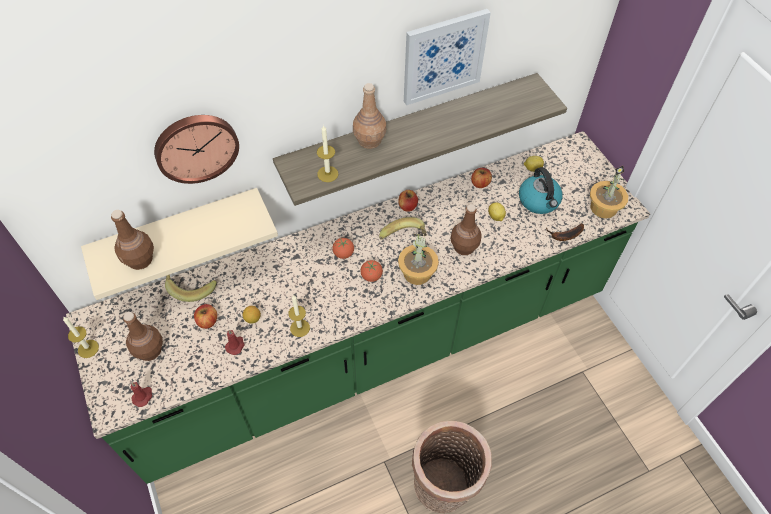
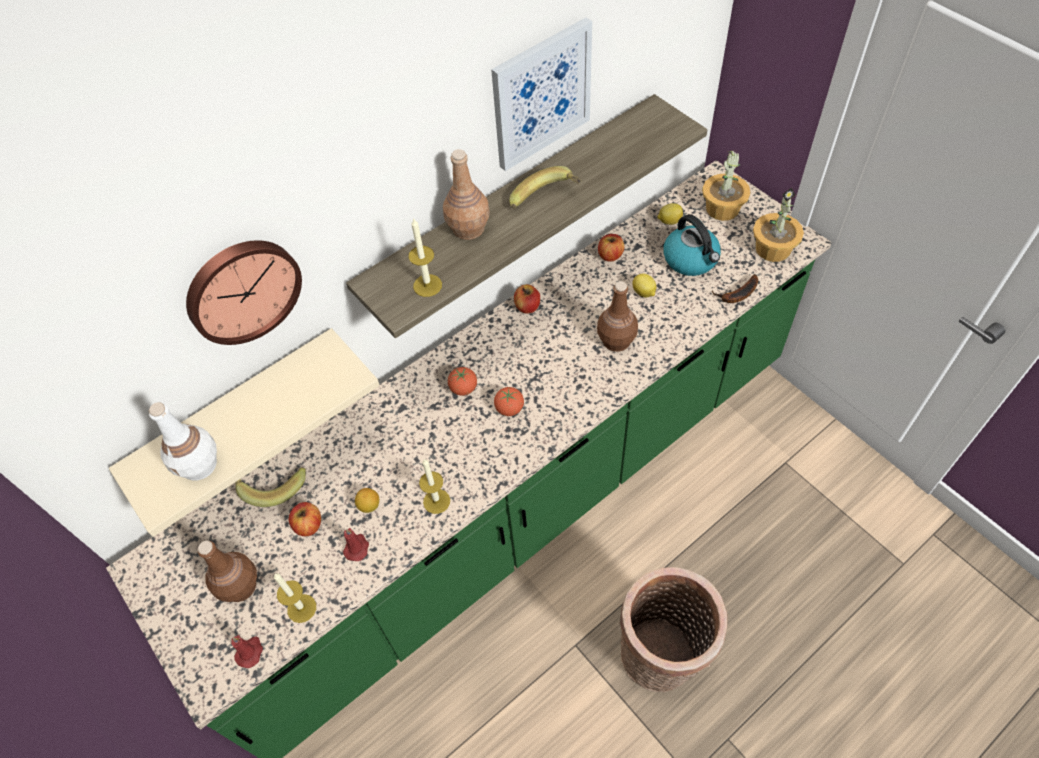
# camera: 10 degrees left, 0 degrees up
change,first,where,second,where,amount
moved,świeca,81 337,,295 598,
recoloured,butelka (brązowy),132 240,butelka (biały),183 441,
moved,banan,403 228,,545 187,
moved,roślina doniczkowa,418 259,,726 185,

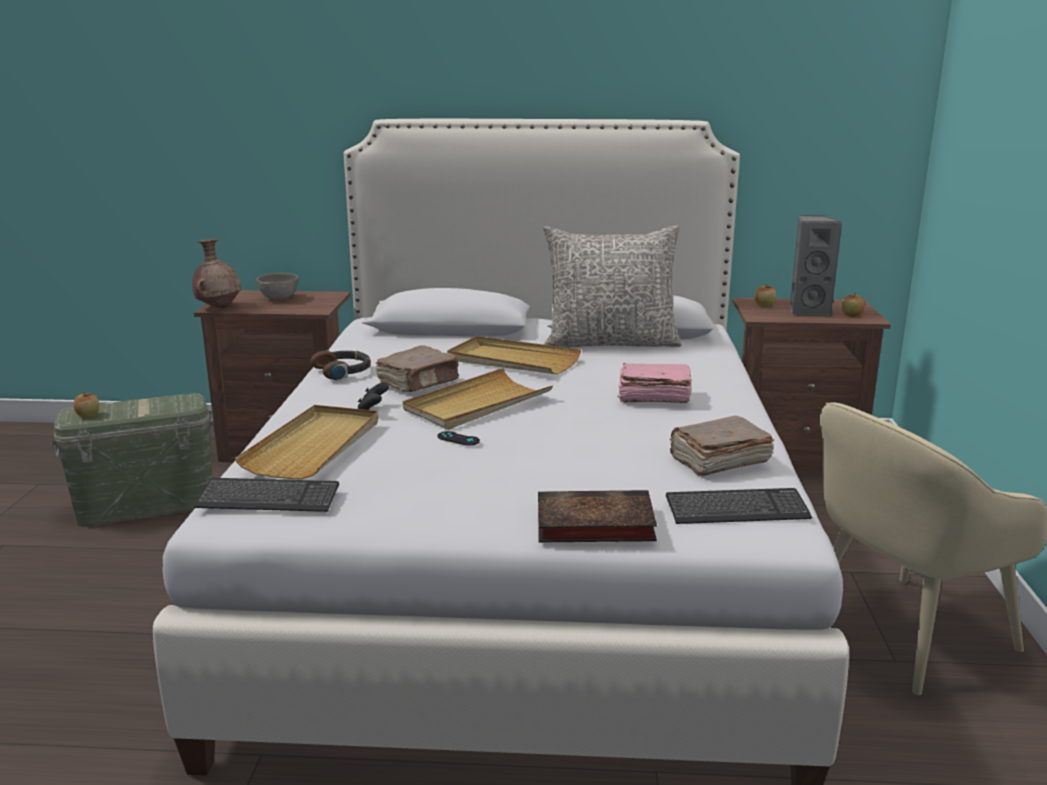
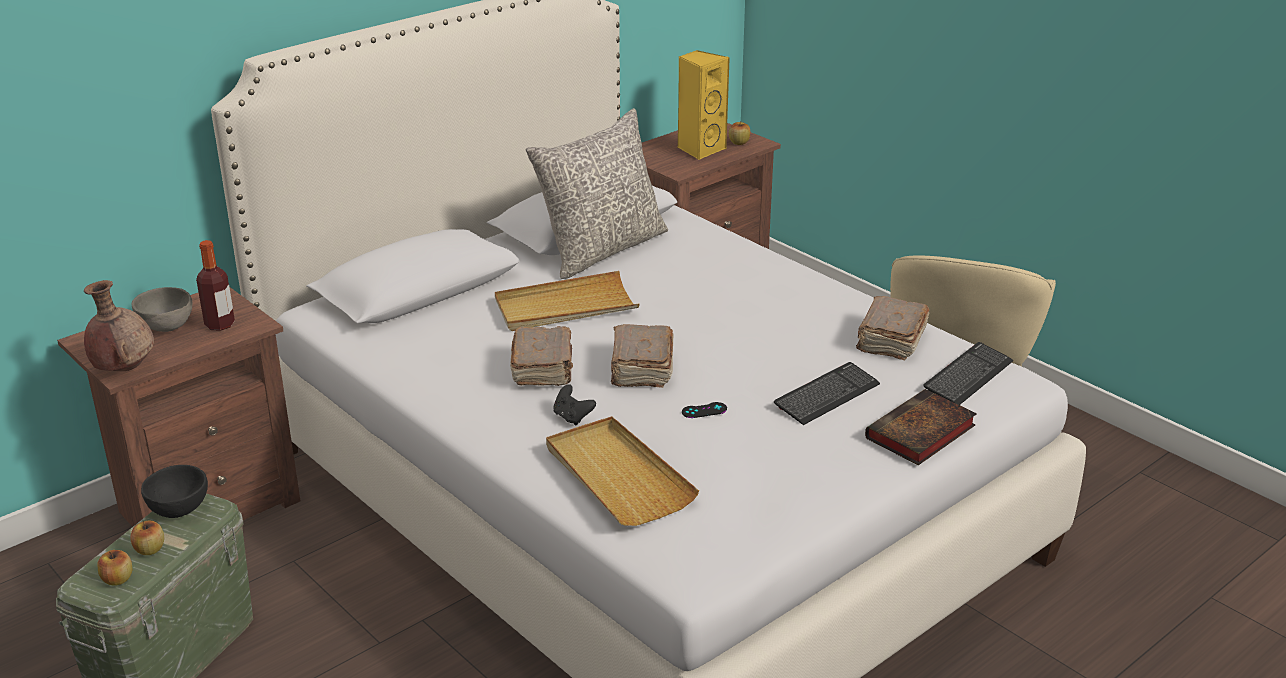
# camera: 45 degrees left, 10 degrees up
change,first,where,second,where,amount
moved,klawiatura,266 495,,827 393,
removed,słuchawki,340 365,,,
replaced,taca (beżowy),478 399,książka (brązowy),642 356,
removed,książka (różowy),654 383,,,
moved,jabłko,765 295,,147 538,
recoloured,głośnik (szary),816 265,głośnik (żółty),704 105,
added,,,miska (czarny),174 491,
added,,,butelka,215 285,

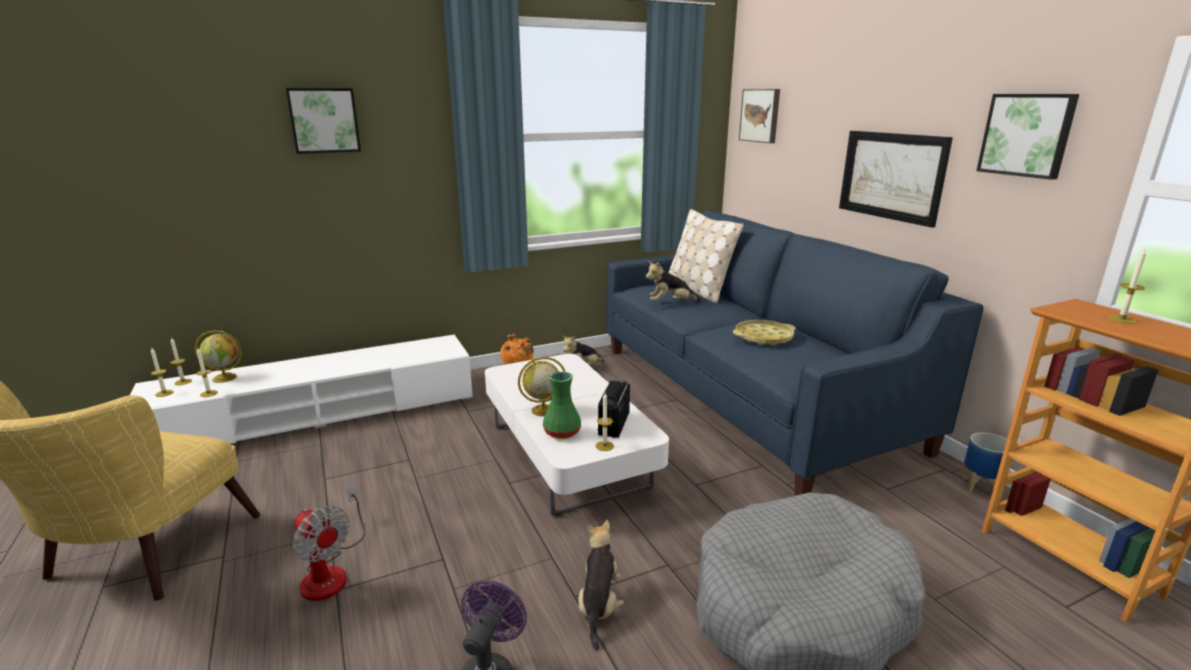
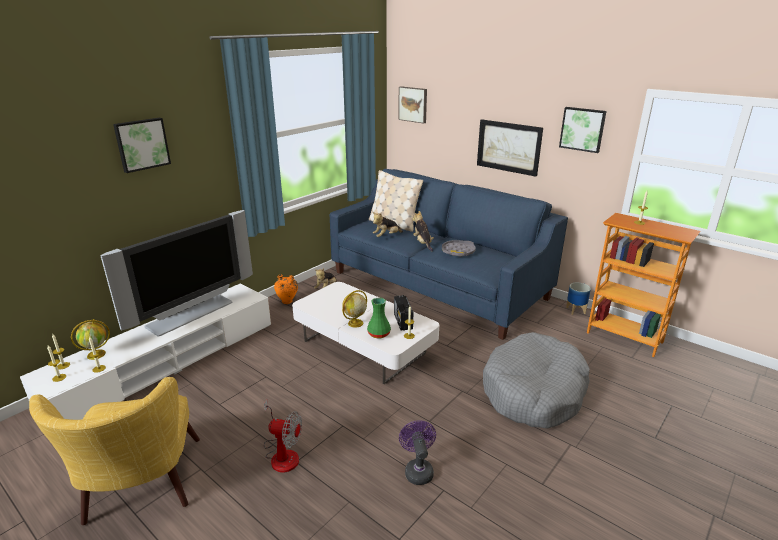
# camera: 25 degrees left, 5 degrees up
change,first,where,second,where,amount
moved,pluszak,601 585,,423 231,
recoloured,taca (żółty),764 332,taca (szary),459 248,
added,,,telewizor,176 273,

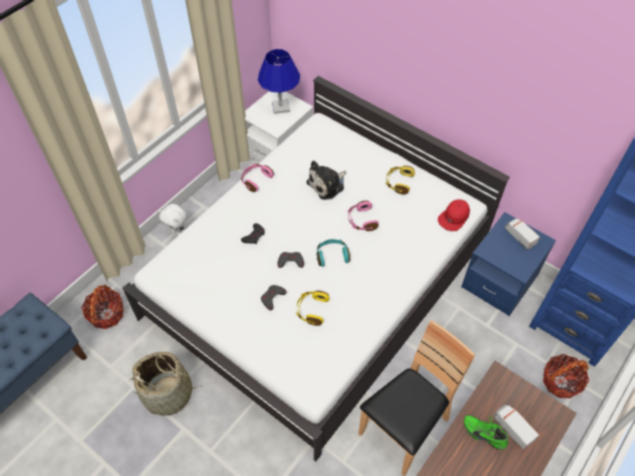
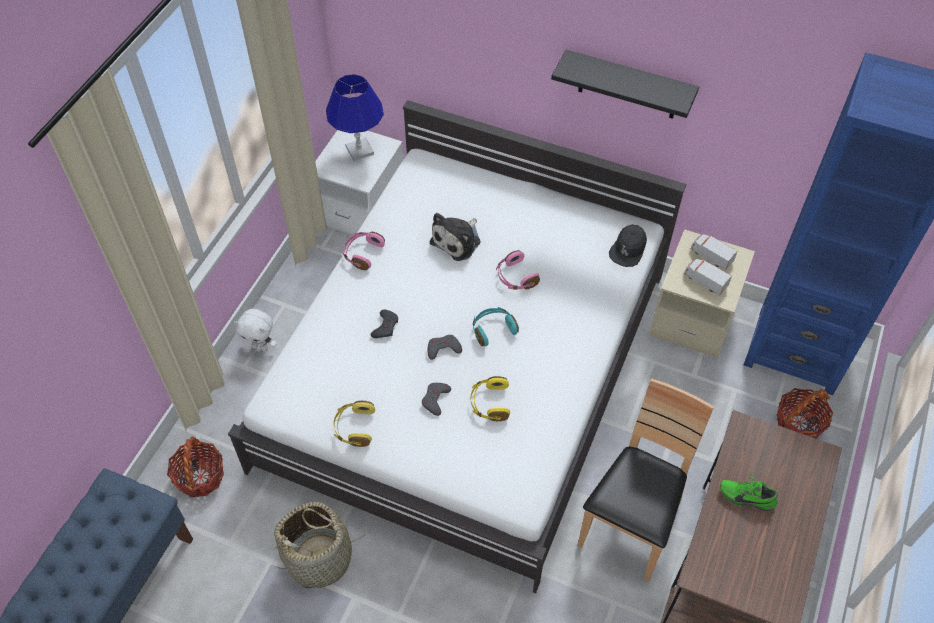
# camera: 15 degrees left, 0 degrees up
change,first,where,second,where,amount
moved,słuchawki (żółty),400 180,,354 424,
recoloured,czapka z daszkiem (czerwony),454 215,czapka z daszkiem (czarny),628 246,
recoloured,szafka nocna (niebieski),508 264,szafka nocna (beżowy),702 293,
moved,ciężarówka zabawkowa,516 427,,708 277,
added,,,półka (czarny),625 84,

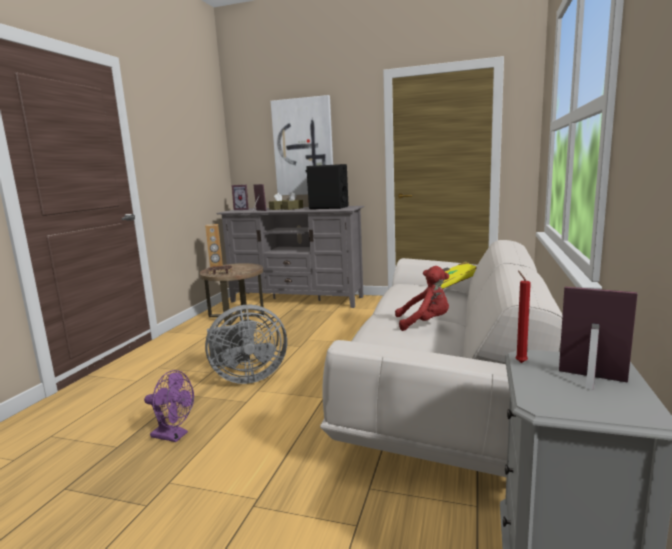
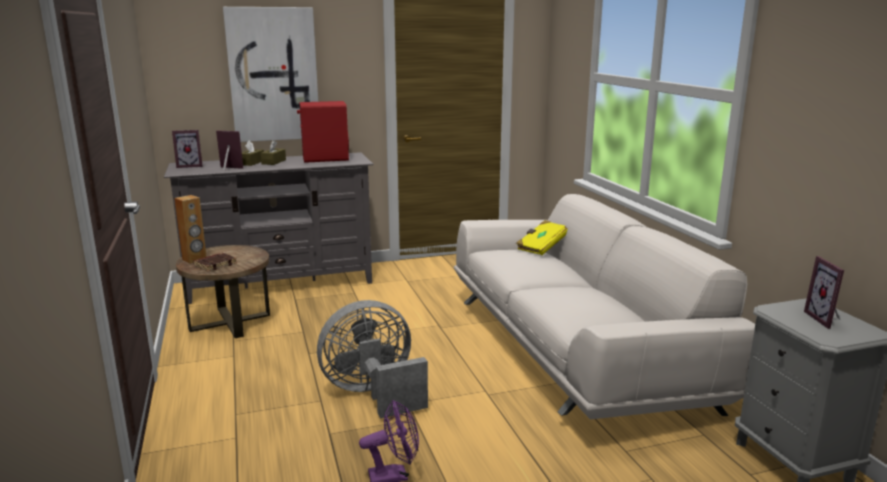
# camera: 35 degrees left, 5 degrees up
change,first,where,second,where,amount
turned,wentylator (szary),246 344,,372 359,150 degrees counterclockwise
recoloured,głośnik (czarny),326 186,głośnik (czerwony),323 132,
removed,pluszak (czerwony),422 298,,,
removed,świeca (czerwony),523 316,,,
turned,ramka na zdjęcie,598 338,,824 292,90 degrees counterclockwise

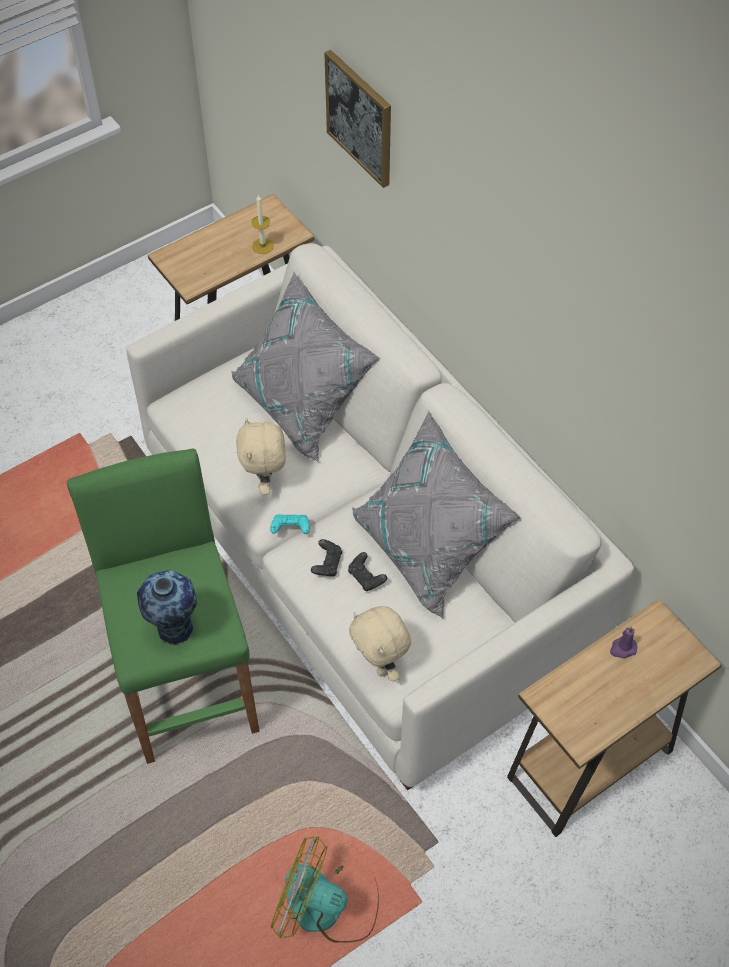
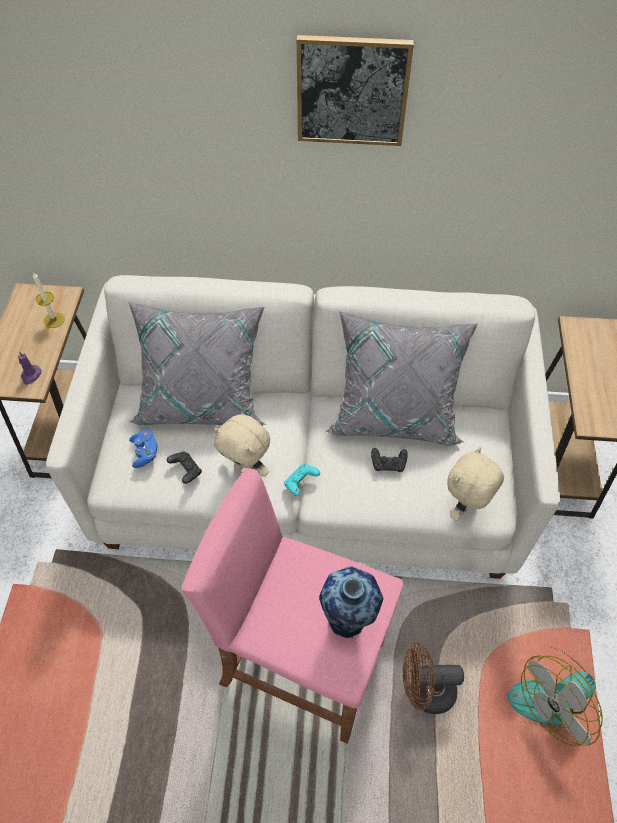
# camera: 50 degrees left, 0 degrees up
change,first,where,second,where,amount
recoloured,stołek (zielony),163 606,stołek (różowy),292 606,
moved,pad do gier (czarny),326 557,,184 467,
moved,obraz,357 119,,355 90,
turned,pluszak (beżowy),380 644,,475 484,120 degrees clockwise
moved,świeca (fioletowy),623 642,,30 368,
added,,,pad do gier (niebieski),143 449,
added,,,wentylator (brązowy),433 678,

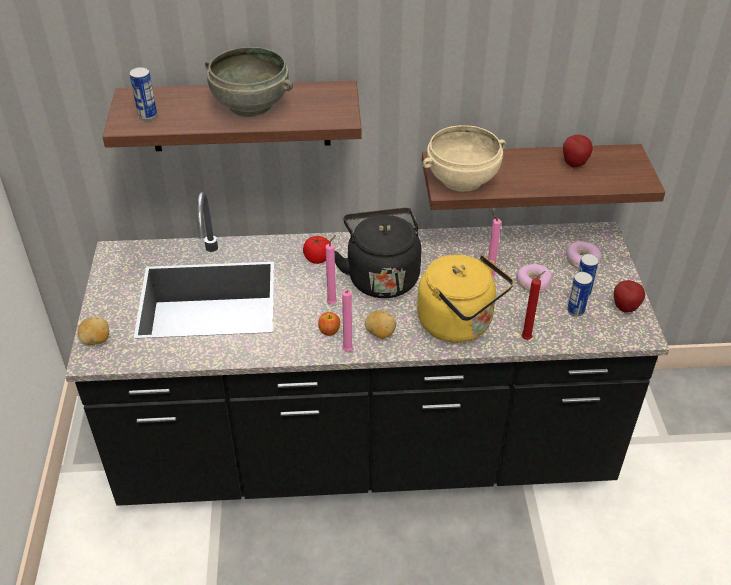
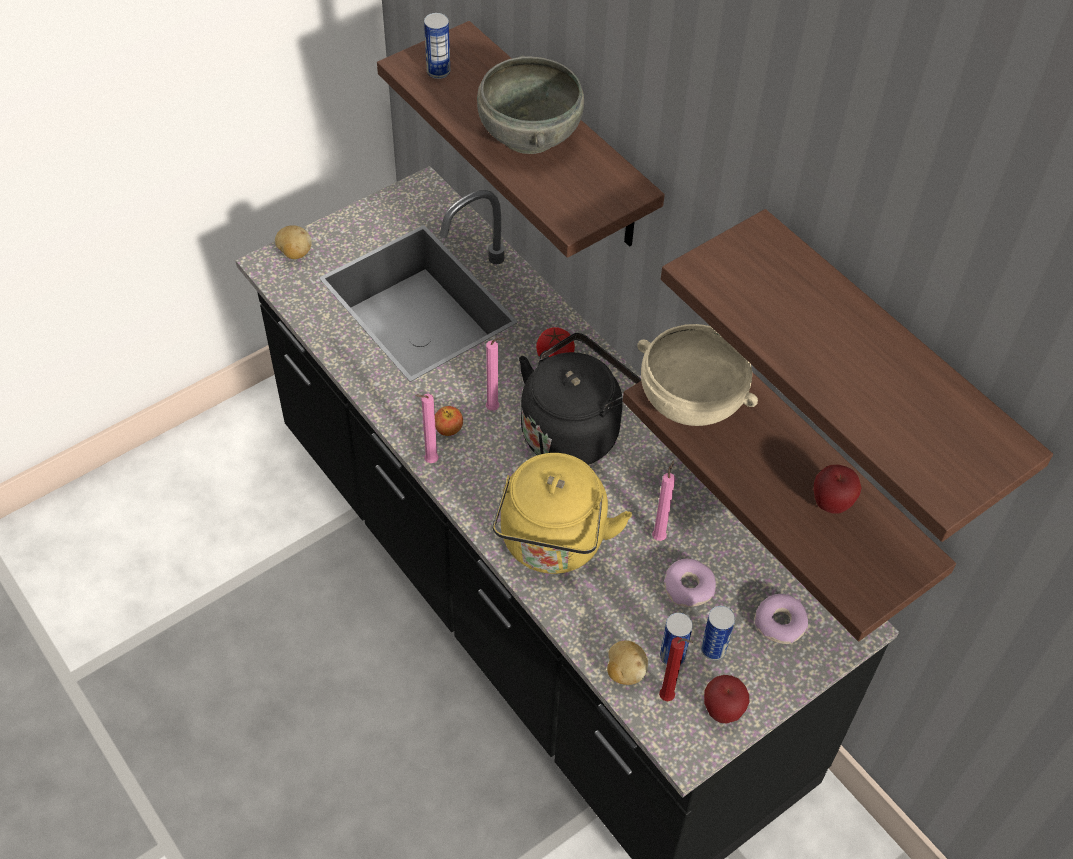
# camera: 55 degrees right, 10 degrees up
change,first,where,second,where,amount
moved,ziemniak,380 324,,627 663,
moved,świeca (czerwony),533 305,,676 669,
added,,,półka,857 375,

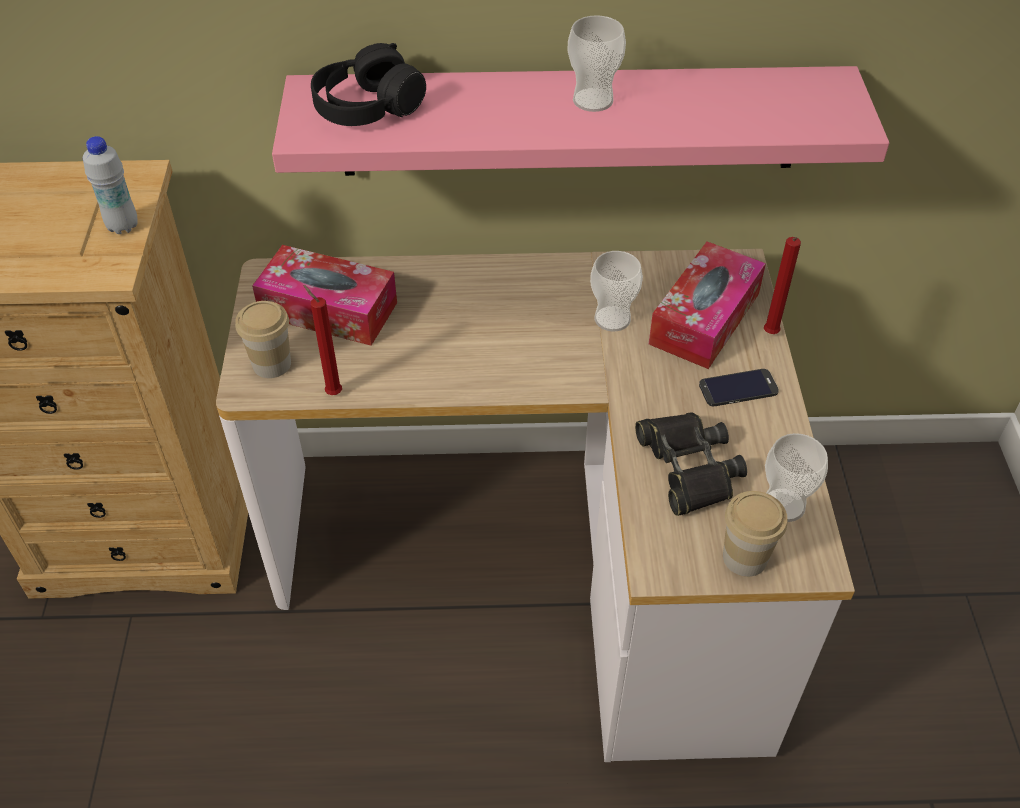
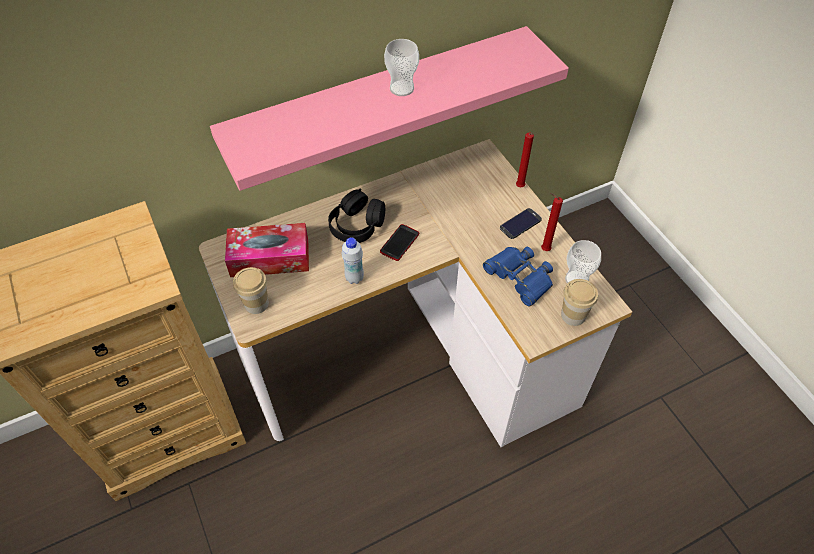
# camera: 25 degrees left, 5 degrees up
change,first,where,second,where,amount
moved,butelka (biały),110 185,,353 260,
moved,świeca (czerwony),322 340,,552 222,
moved,słuchawki (czarny),368 84,,356 216,
removed,filiżanka,616 291,,,
recoloured,lornetka (czarny),691 464,lornetka (niebieski),518 277,
removed,pudełko chusteczek,707 305,,,
added,,,telefon,399 242,

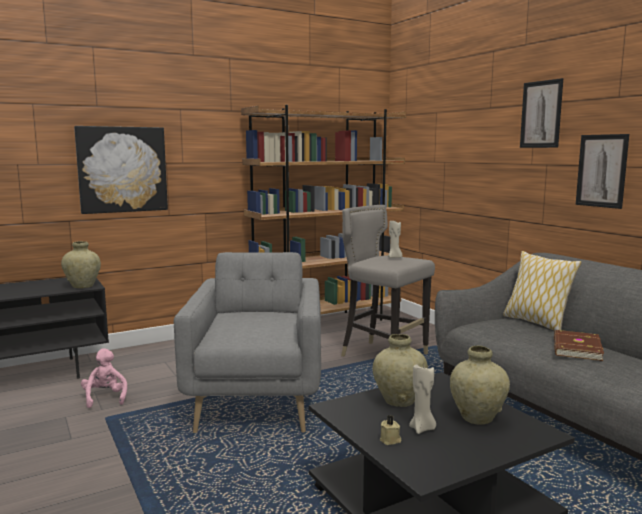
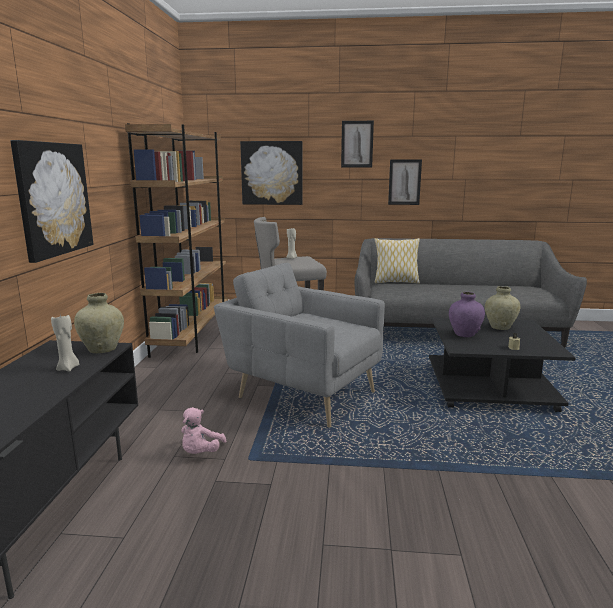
# camera: 55 degrees left, 5 degrees up
change,first,where,second,where,amount
turned,pluszak (różowy),104 378,,204 430,90 degrees counterclockwise
recoloured,wazon (beżowy),400 370,wazon (fioletowy),467 314,
moved,świeca (beżowy),422 399,,65 343,
removed,książka (brązowy),579 345,,,
added,,,obraz,271 173,

